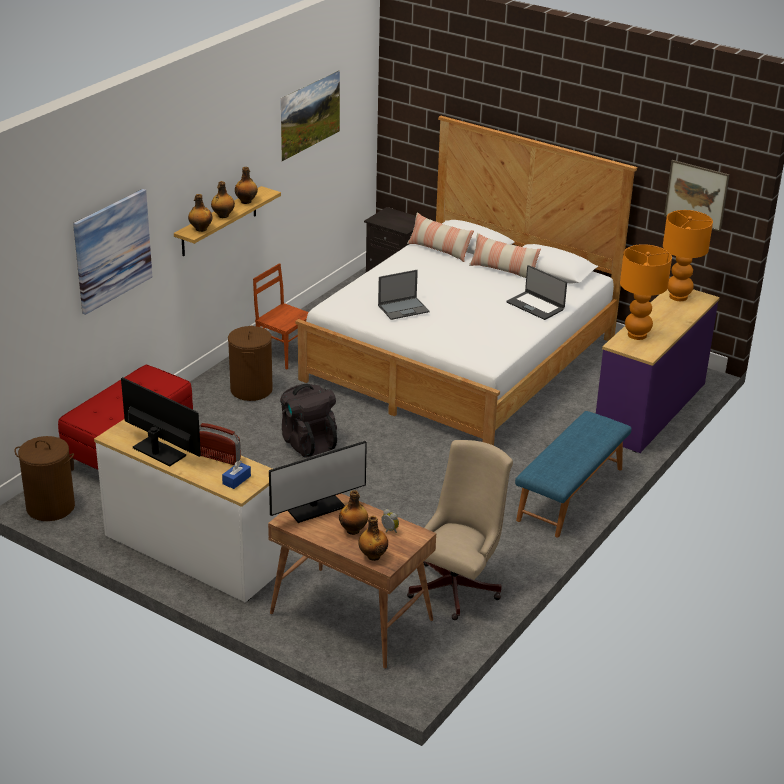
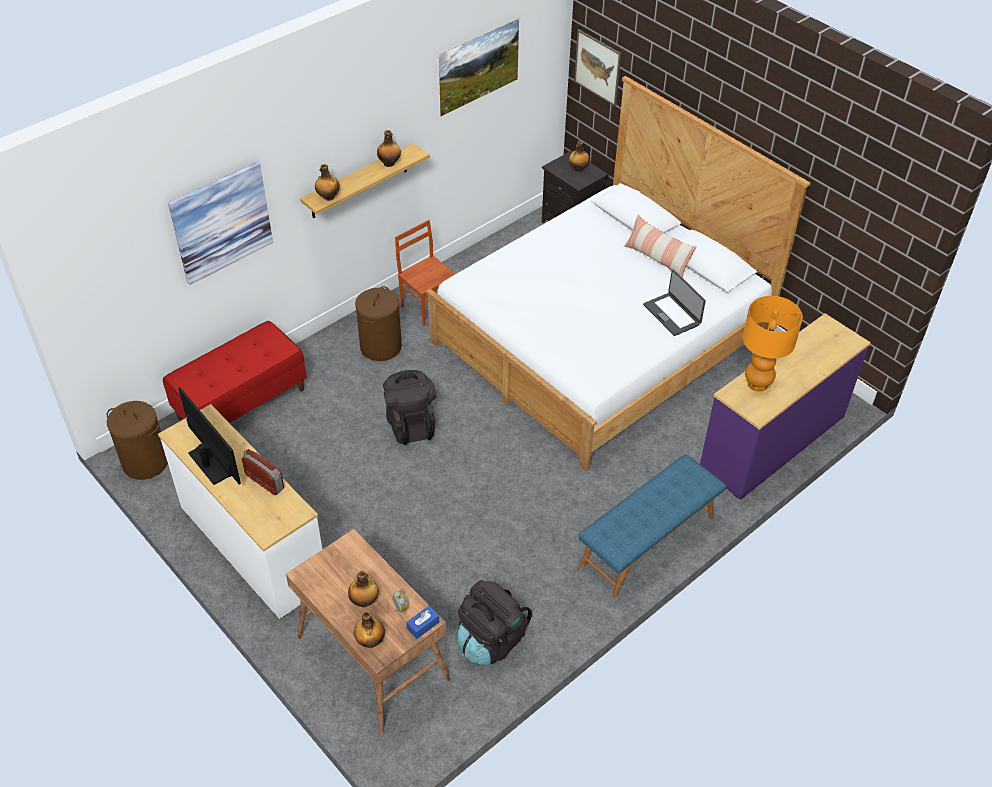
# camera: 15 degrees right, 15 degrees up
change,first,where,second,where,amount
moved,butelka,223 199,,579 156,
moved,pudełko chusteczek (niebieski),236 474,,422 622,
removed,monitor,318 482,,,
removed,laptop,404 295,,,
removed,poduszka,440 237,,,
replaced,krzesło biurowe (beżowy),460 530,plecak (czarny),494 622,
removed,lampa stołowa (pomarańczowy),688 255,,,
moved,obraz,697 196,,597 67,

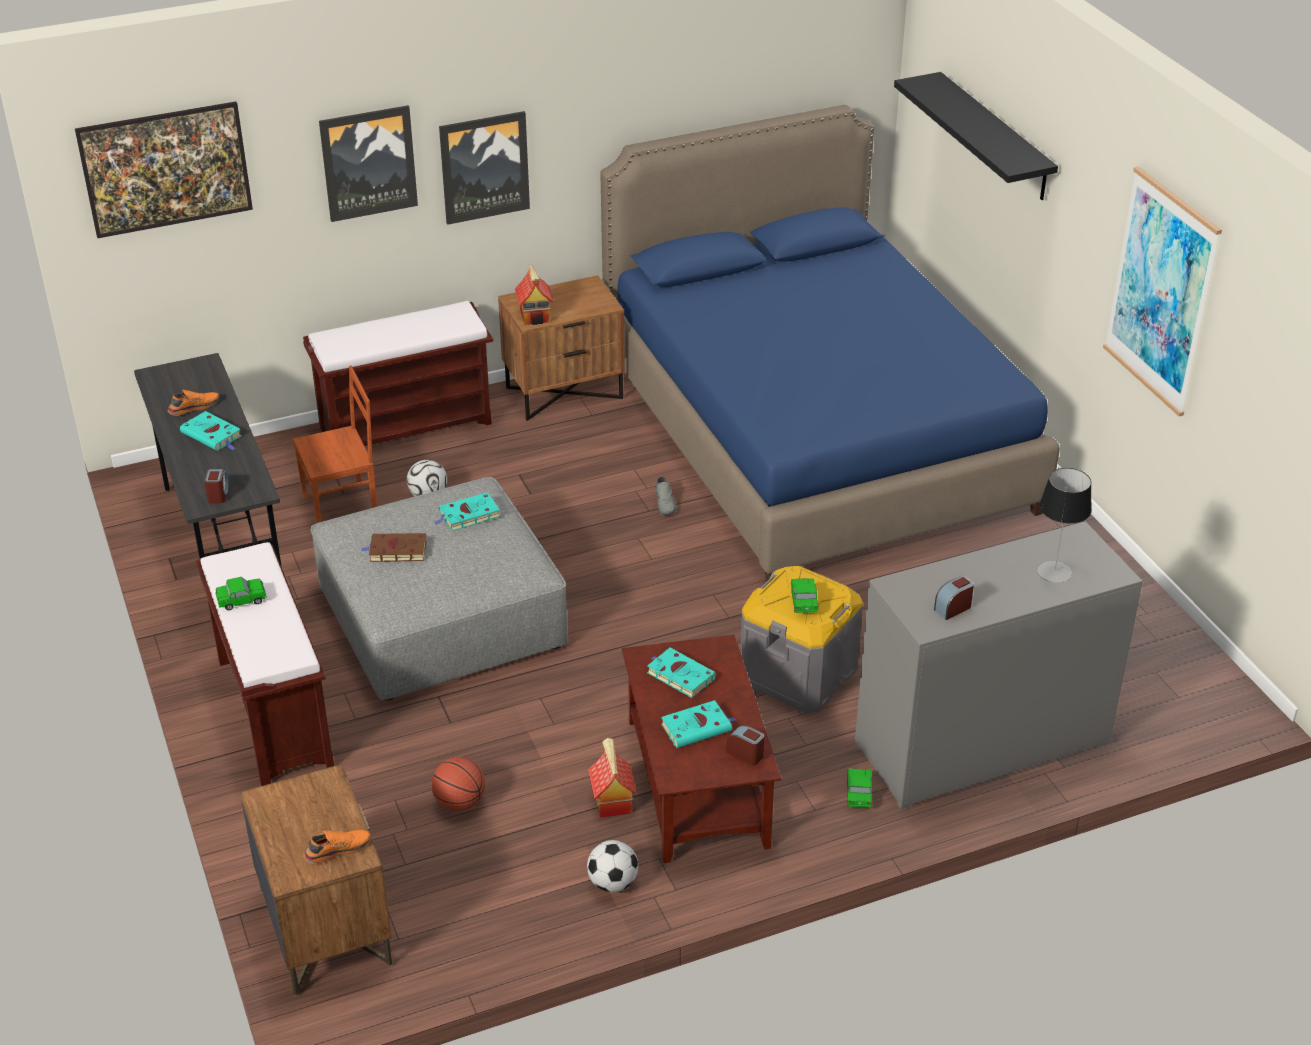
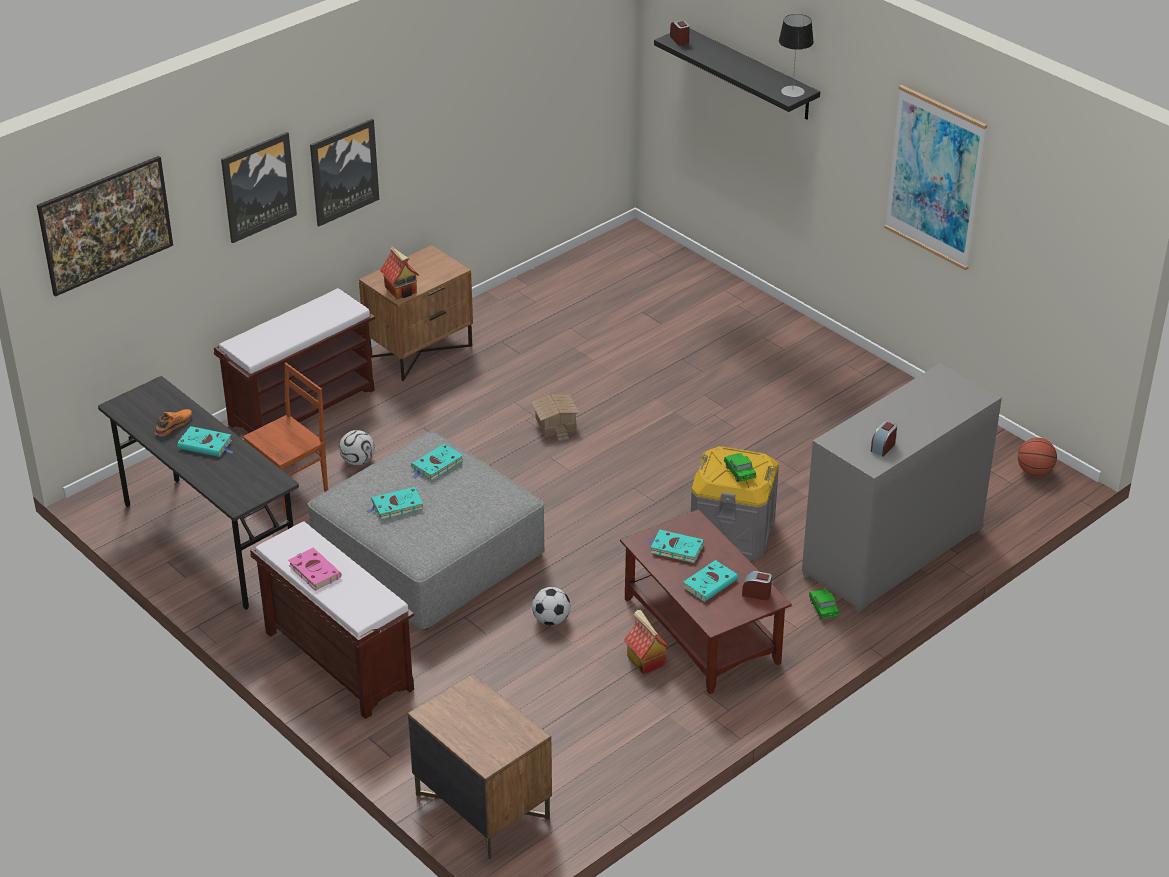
# camera: 20 degrees left, 0 degrees up
change,first,where,second,where,amount
moved,budzik,216 486,,680 33,
replaced,samochodzik,241 593,książka (różowy),315 569,
removed,but (pomarańczowy),336 847,,,
recoloured,książka (brązowy),394 547,książka (turkusowy),395 503,
moved,piłka do koszykówki,458 784,,1037 457,
moved,piłka futbolowa,612 866,,551 606,
removed,łóżko (niebieski),830 343,,,
replaced,but (szary),666 495,domek,555 417,
moved,lampa stołowa,1064 525,,796 55,

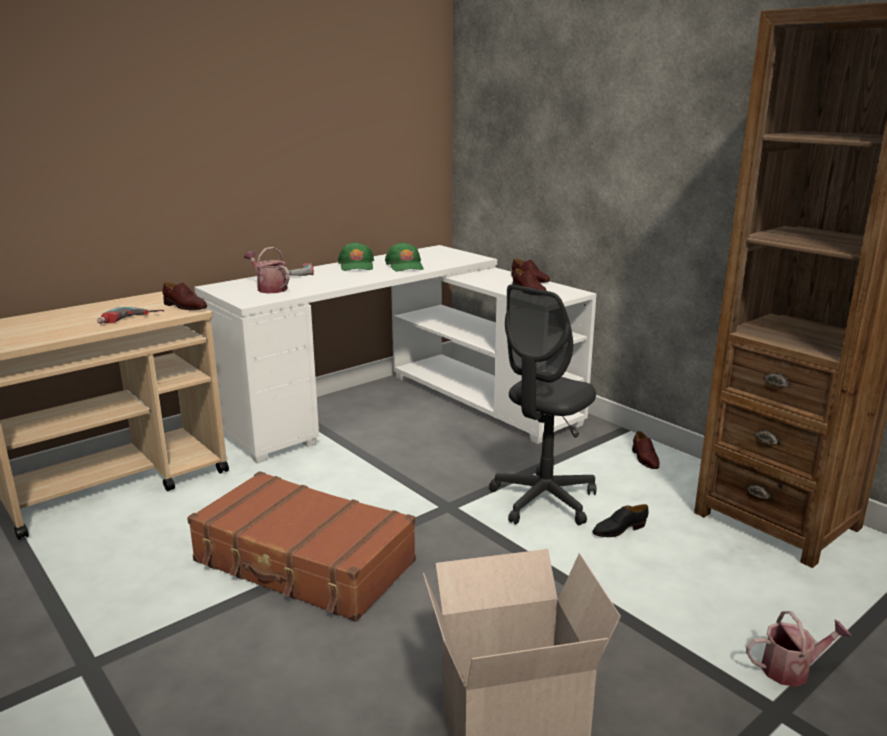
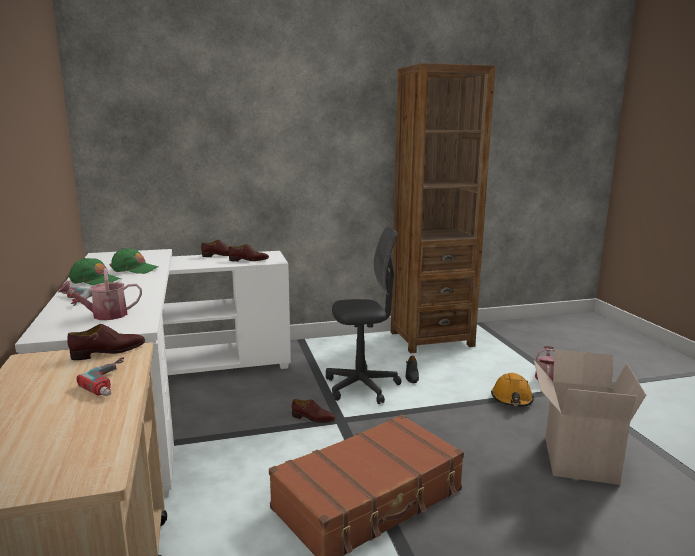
# camera: 65 degrees left, 5 degrees down
change,first,where,second,where,amount
turned,krzesło biurowe (szary),542 404,,364 315,75 degrees counterclockwise
moved,but (brązowy),646 450,,314 411,
added,,,kask (pomarańczowy),512 390,

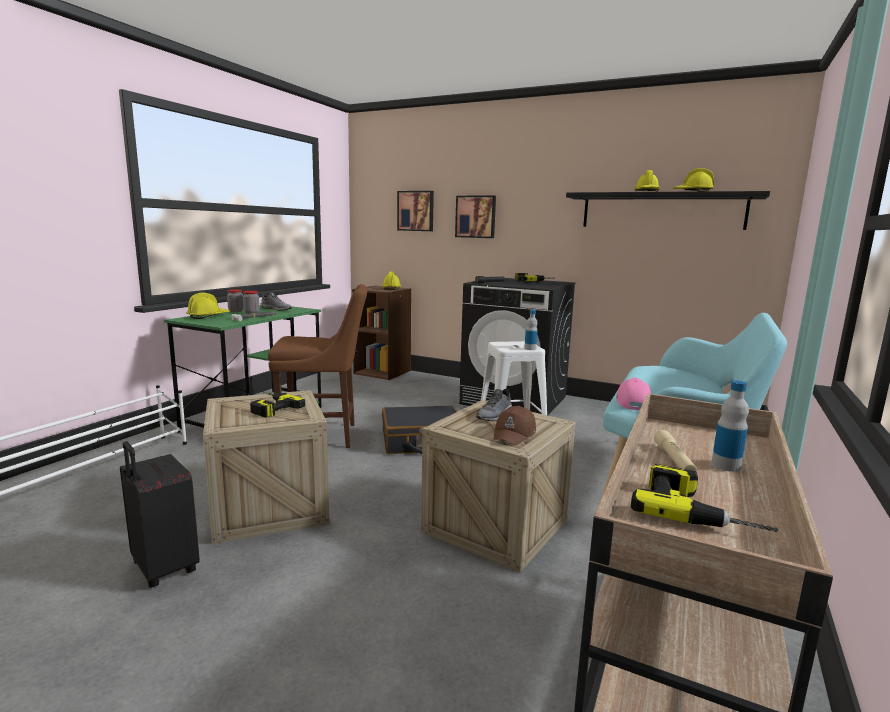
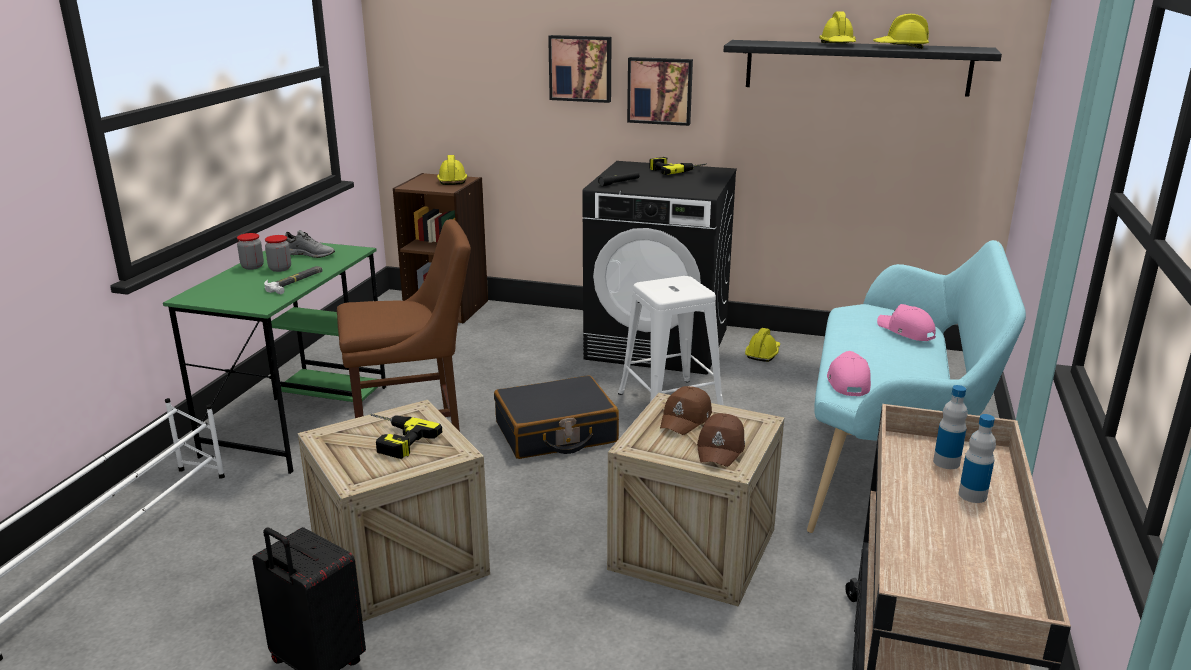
# camera: 10 degrees left, 10 degrees up
change,first,where,second,where,amount
moved,kask (żółty),208 306,,762 345,
moved,obraz,415 211,,660 91,
replaced,but (szary),494 405,czapka z daszkiem (brązowy),686 410,
moved,butelka,531 330,,950 427,
removed,wiertarka,705 498,,,
removed,latarka (beżowy),676 451,,,
added,,,czapka z daszkiem (różowy),906 322,

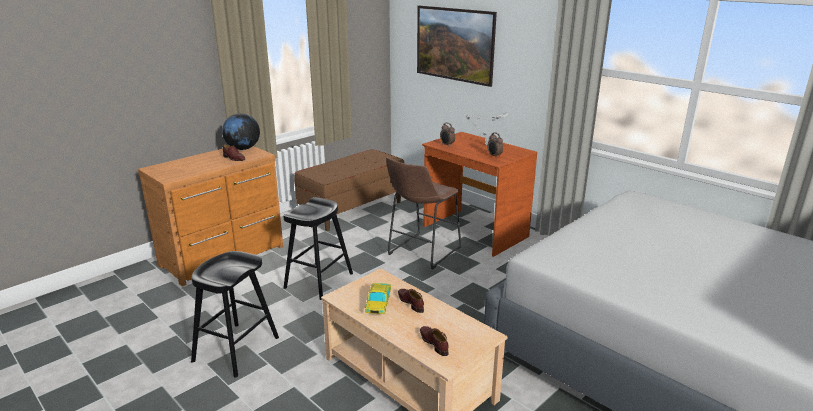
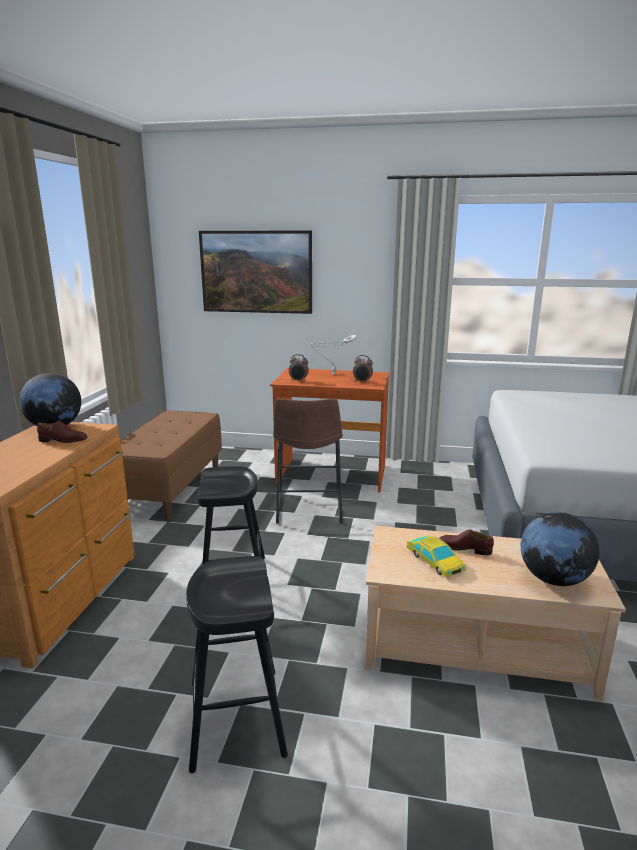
# camera: 35 degrees left, 5 degrees down
change,first,where,second,where,amount
replaced,but (brązowy),434 341,globus,560 549,

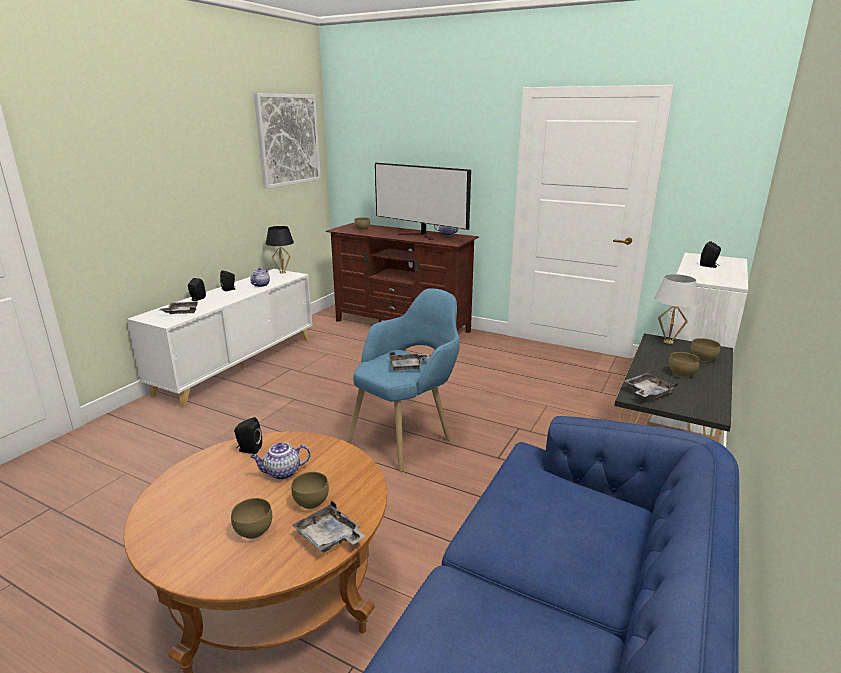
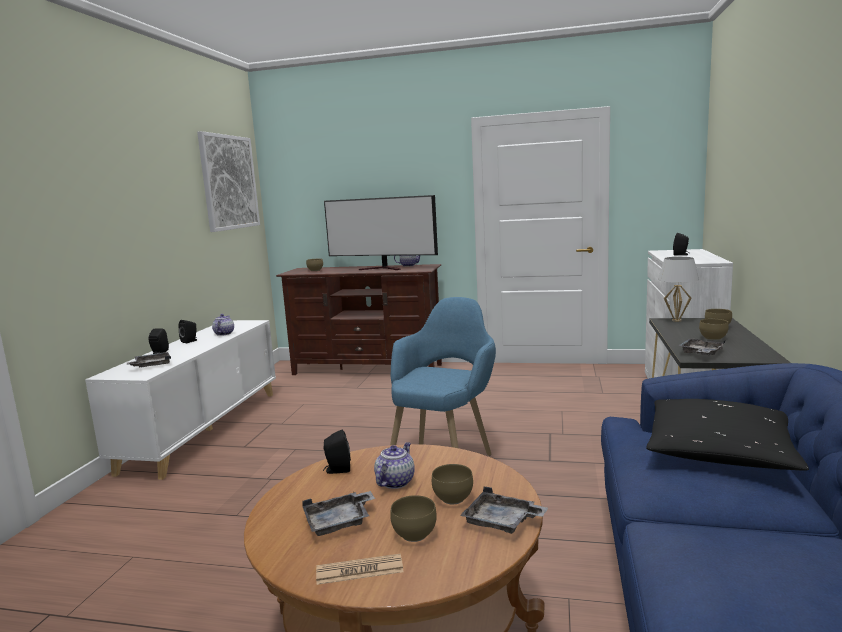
# camera: 15 degrees left, 10 degrees down
change,first,where,second,where,amount
turned,imbryk,280 461,,394 465,150 degrees clockwise
removed,lampa stołowa (czarny),280 250,,,
moved,taca (szary),409 361,,338 513,
added,,,gazeta,360 569,
added,,,poduszka (czarny),727 435,

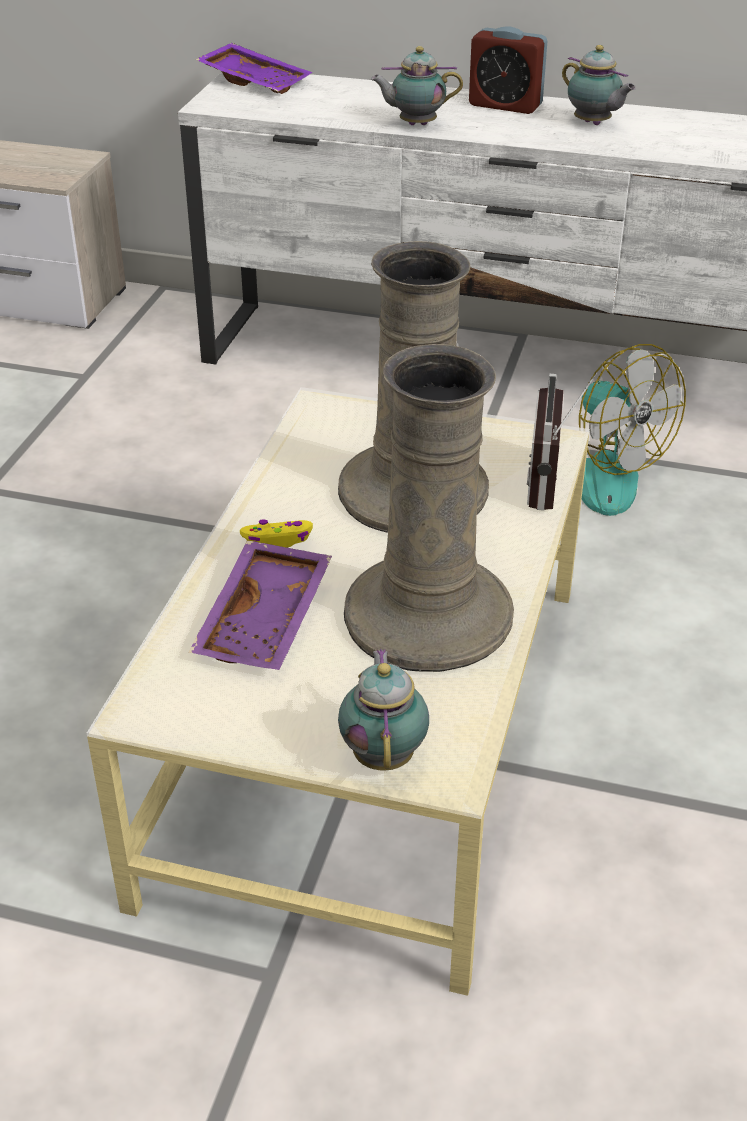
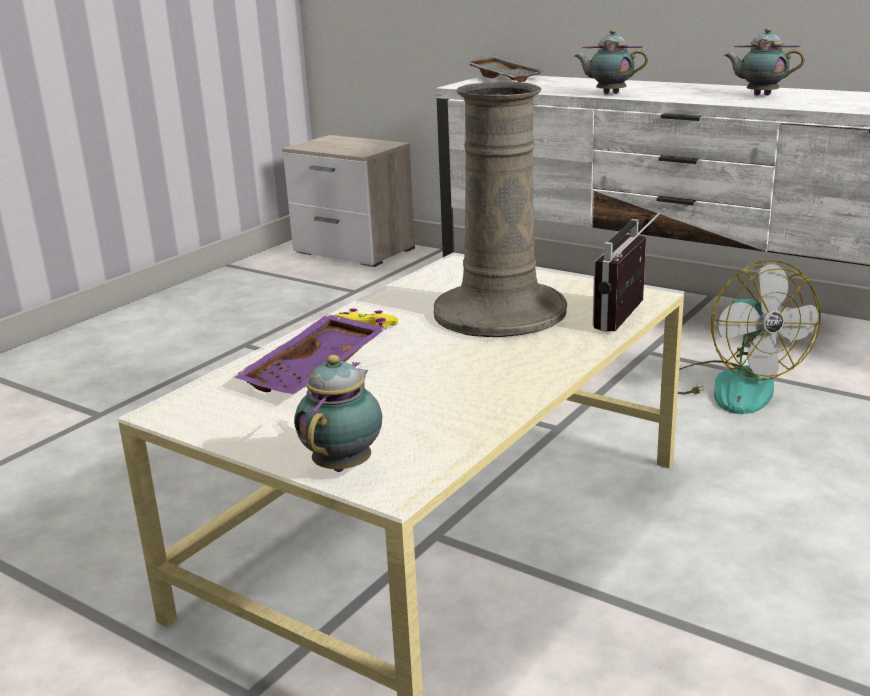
# camera: 20 degrees right, 15 degrees down
change,first,where,second,where,amount
recoloured,taca (fioletowy),254 68,taca (szary),505 69,
removed,wazon (beżowy),429 508,,,
removed,budzik,508 70,,,
turned,imbryk,599 85,,764 62,135 degrees clockwise

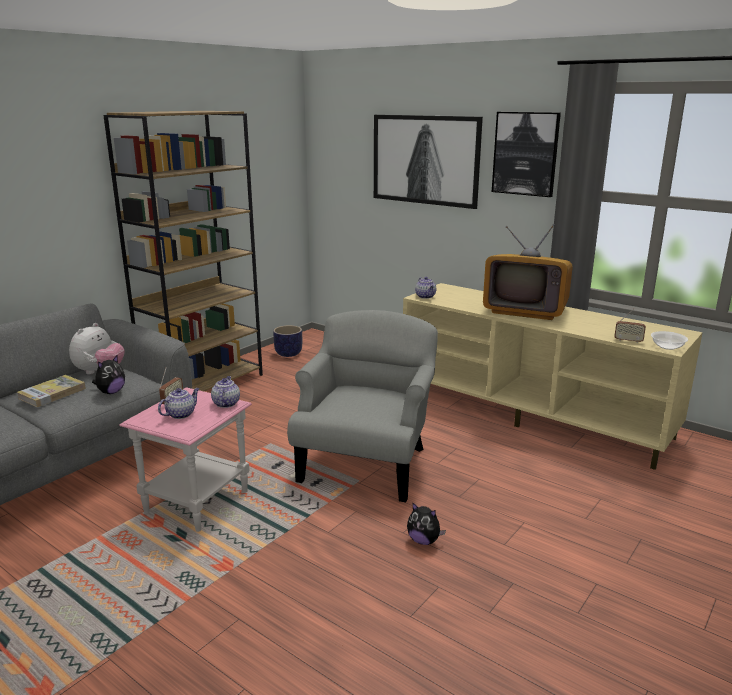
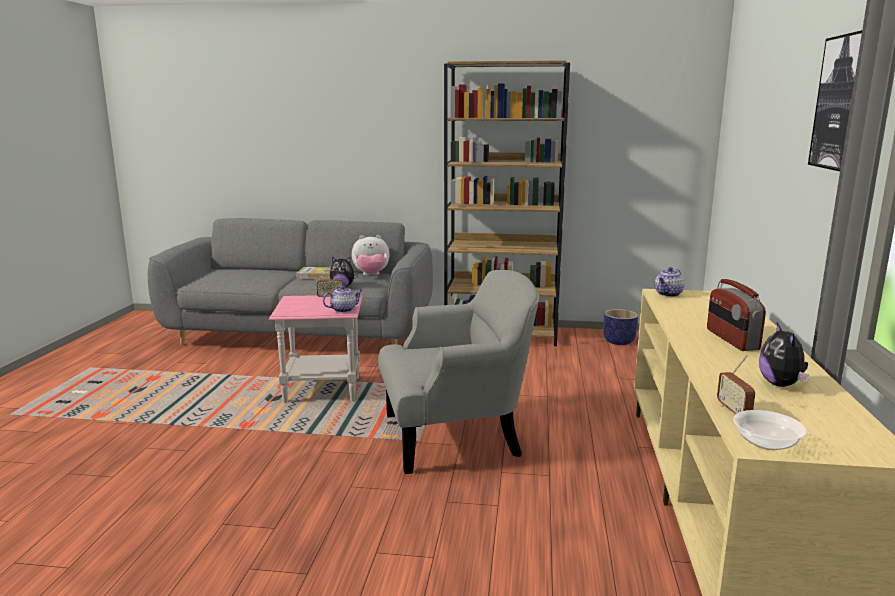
# camera: 60 degrees right, 5 degrees down
change,first,where,second,where,amount
removed,imbryk,179 403,,,
removed,obraz,428 162,,,
moved,pluszak,426 523,,784 355,
replaced,telewizor,528 272,radio,736 315,

